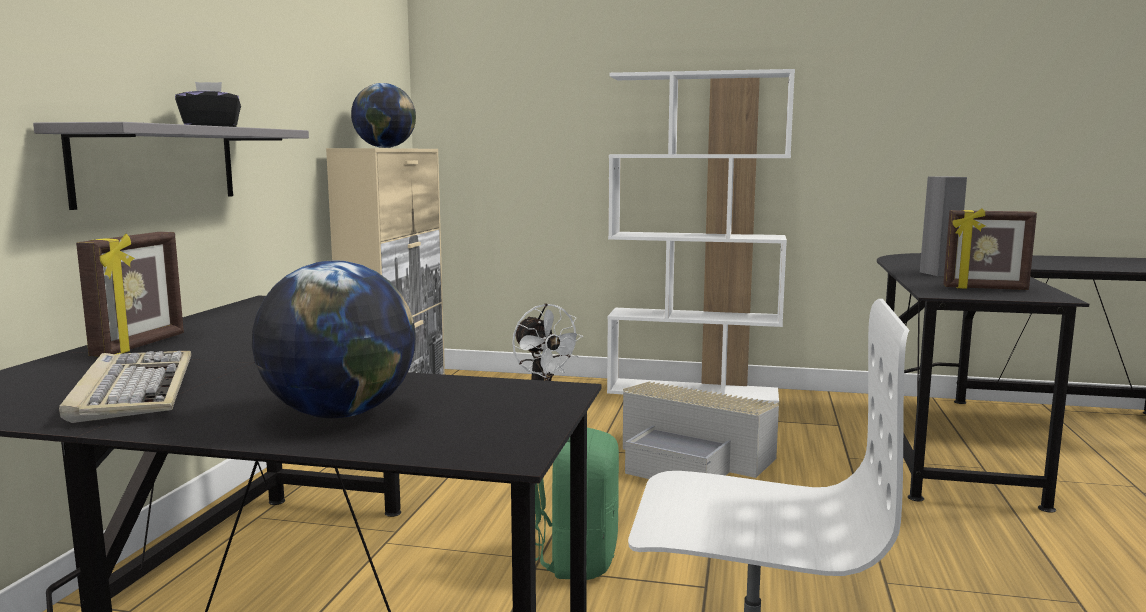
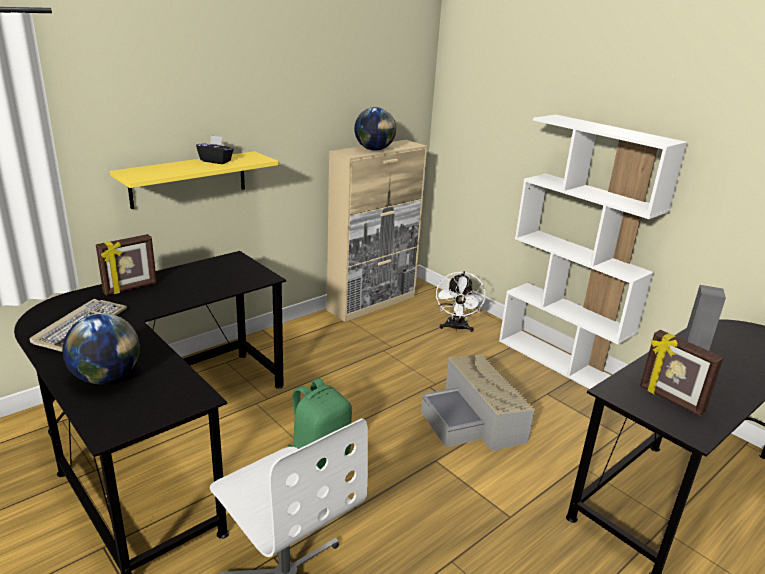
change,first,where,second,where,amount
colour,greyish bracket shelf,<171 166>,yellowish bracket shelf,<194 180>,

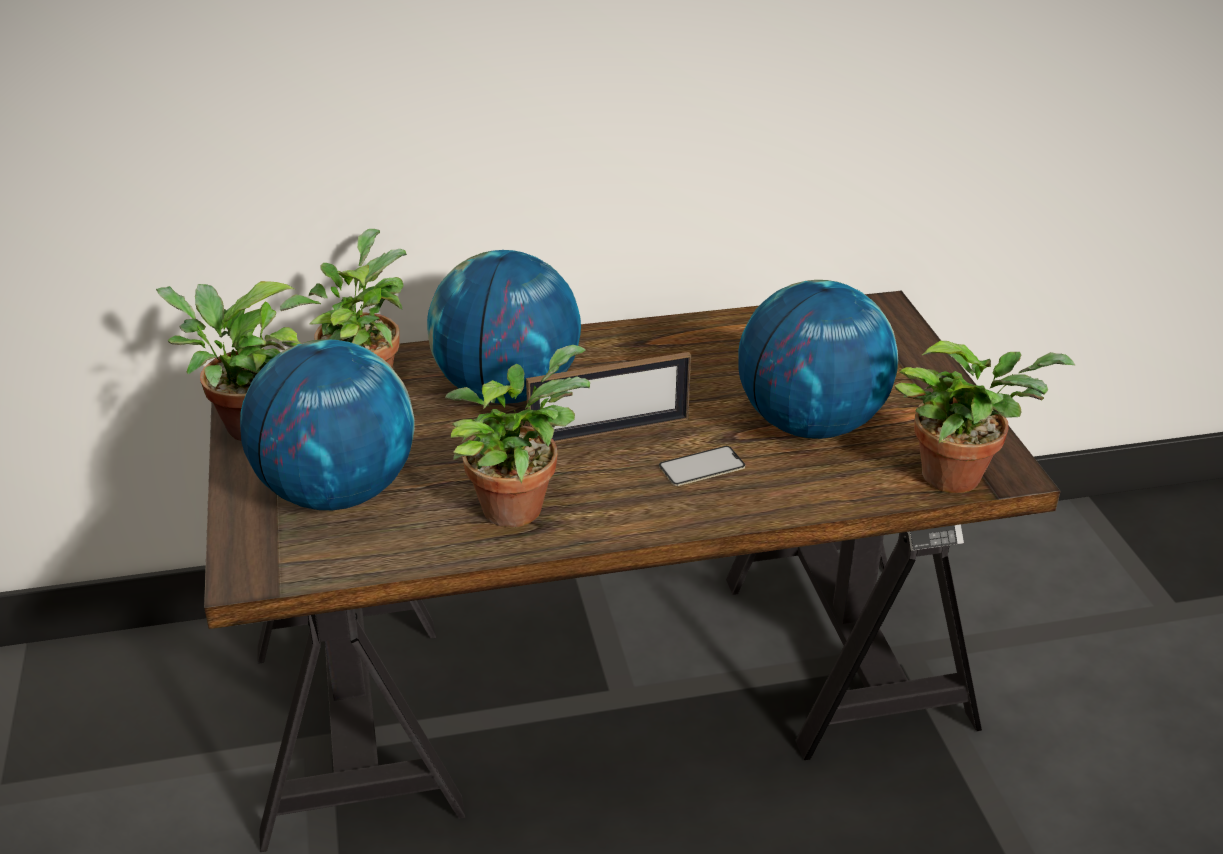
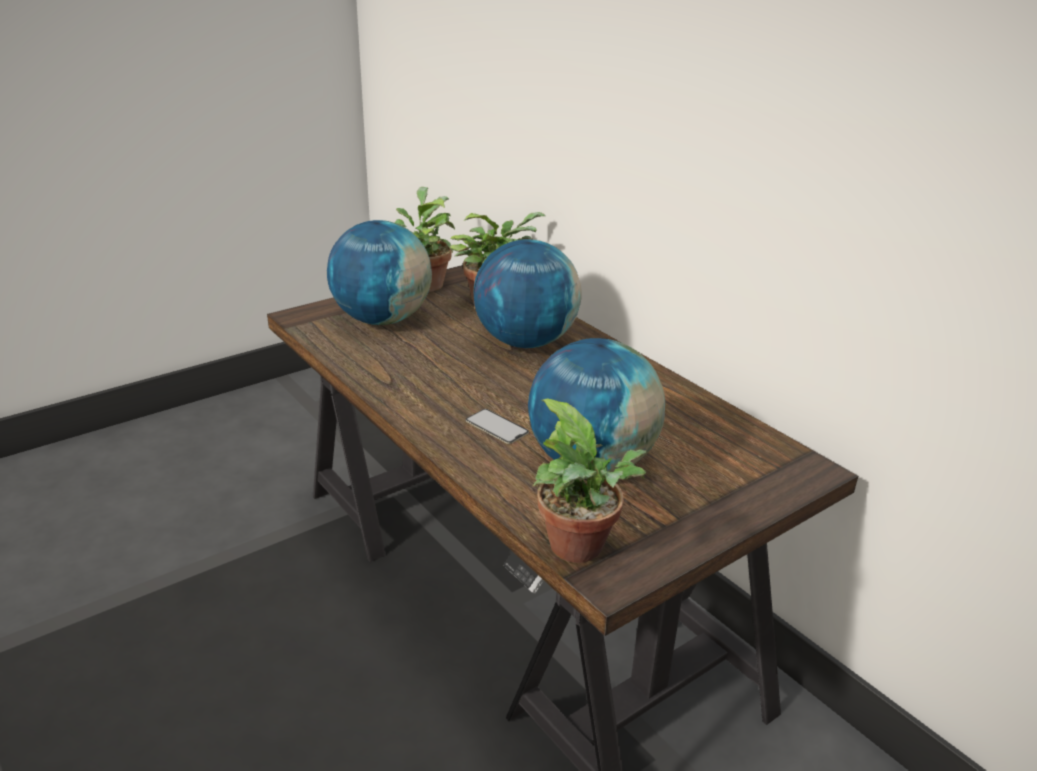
change,first,where,second,where,amount
missing,potted plant,<517 436>,,,
missing,standing frame,<608 397>,,,

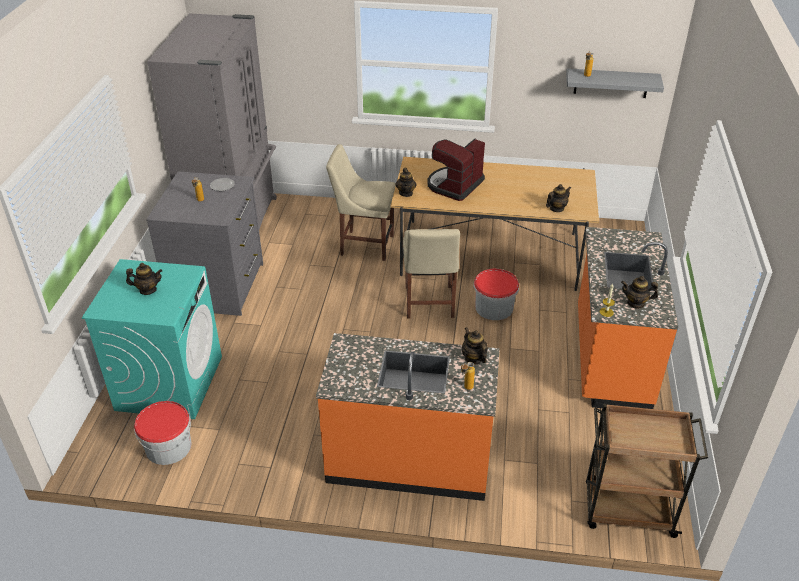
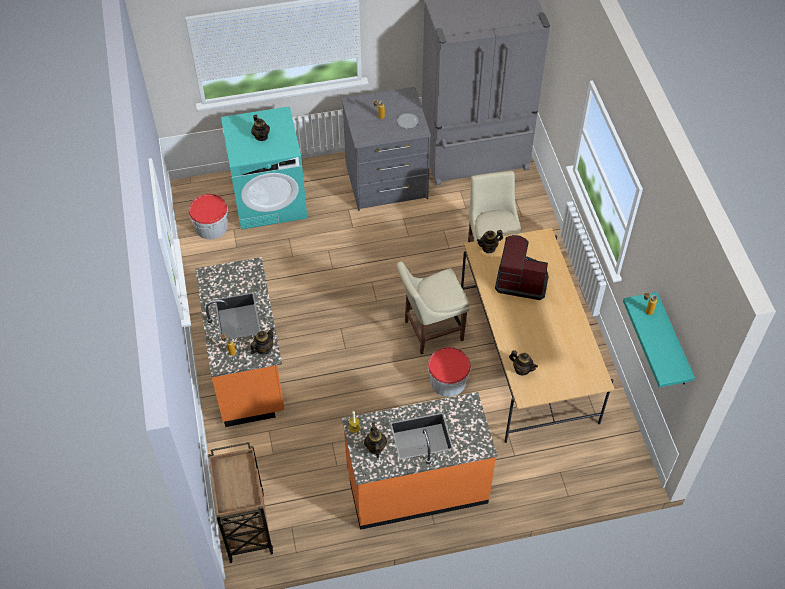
change,first,where,second,where,amount
colour,greyish bracket shelf,<615 83>,turquoise-coloured bracket shelf,<659 339>,

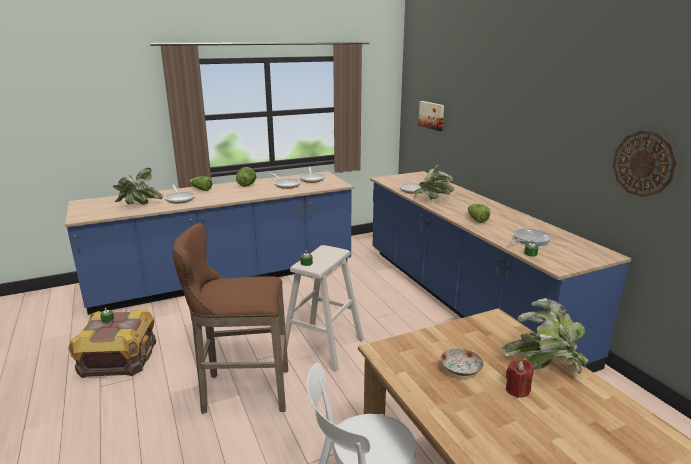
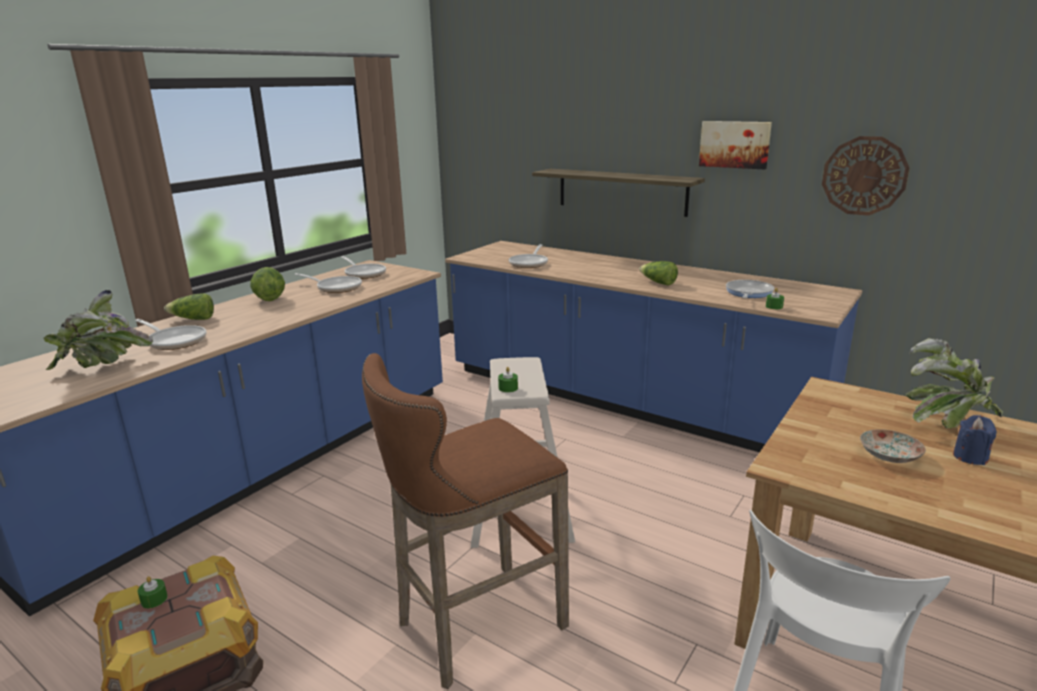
change,first,where,second,where,amount
missing,potted plant,<434 181>,,,
relocated,wall art,<431 116>,,<735 145>,
colour,red candle,<519 379>,blue candle,<975 440>,
appeared,,,bracket shelf,<618 193>,

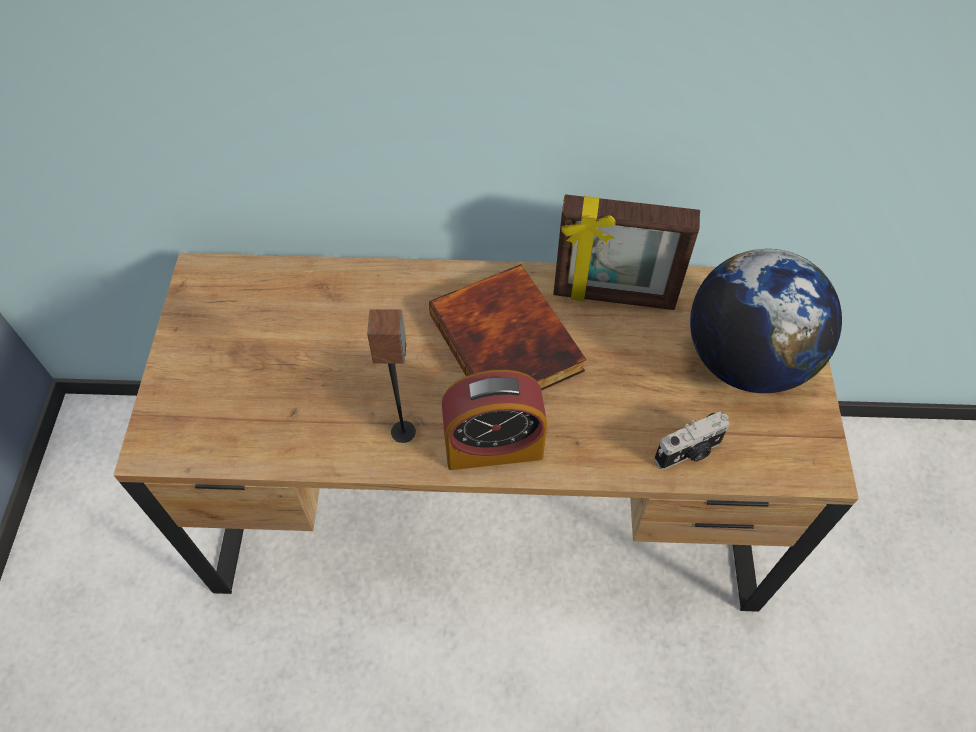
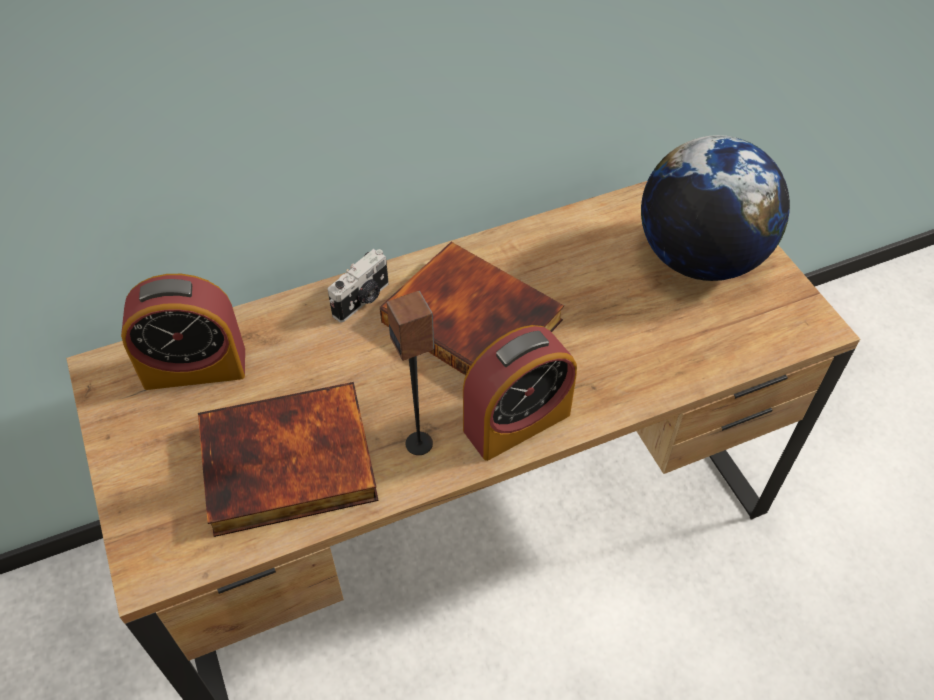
change,first,where,second,where,amount
missing,standing frame,<626 252>,,,
relocated,still camera,<692 441>,,<358 285>,
appeared,,,alarm clock,<183 332>,
appeared,,,volume,<288 459>,

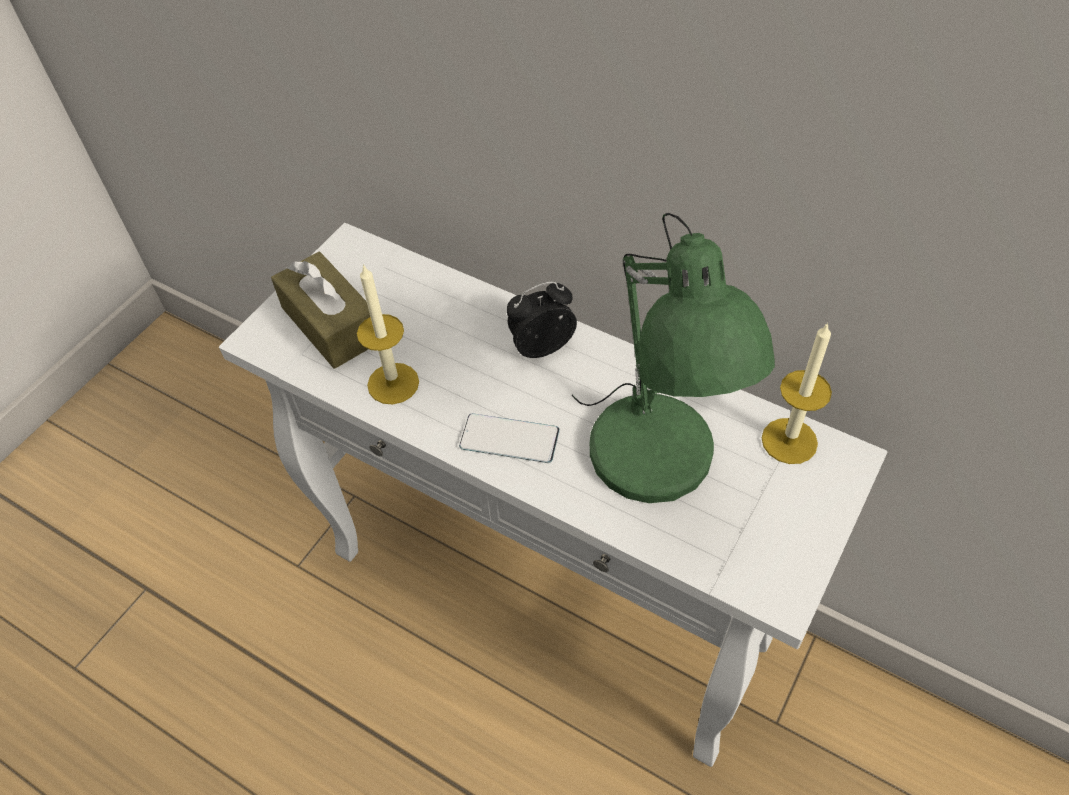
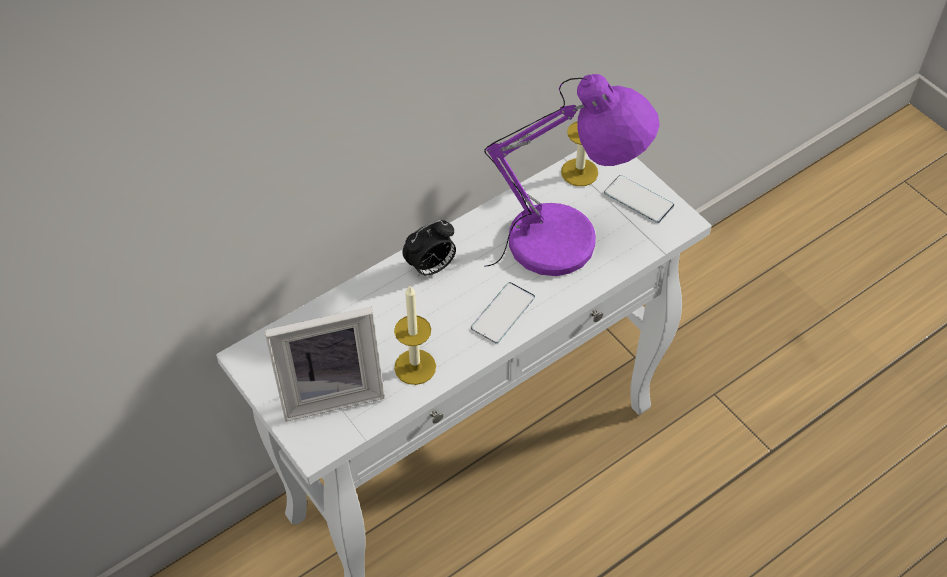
change,first,where,second,where,amount
exchanged,brown-coloured tissue box,<320 310>,standing frame,<324 364>,
spun,alarm clock,<542 319>,,<429 248>,120 degrees counterclockwise
colour,green tabletop lamp,<673 358>,purple-coloured tabletop lamp,<572 175>,
appeared,,,phone,<639 199>,

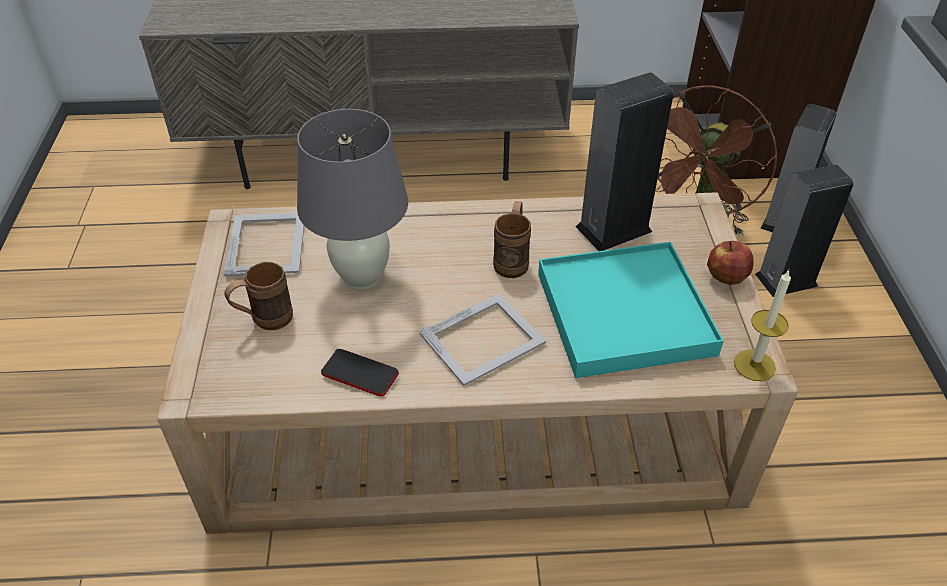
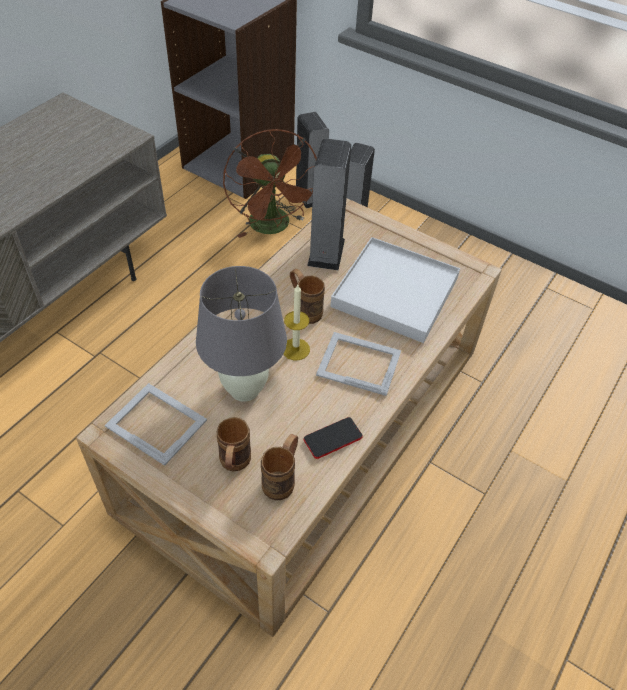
change,first,where,second,where,amount
spun,standing frame,<482 339>,,<358 364>,75 degrees counterclockwise
colour,turquoise-coloured tray,<631 310>,whitish tray,<395 290>,
missing,apple fruit,<730 263>,,,
relocated,candle,<762 325>,,<297 322>,
appeared,,,brown-coloured coffee mug,<279 467>,

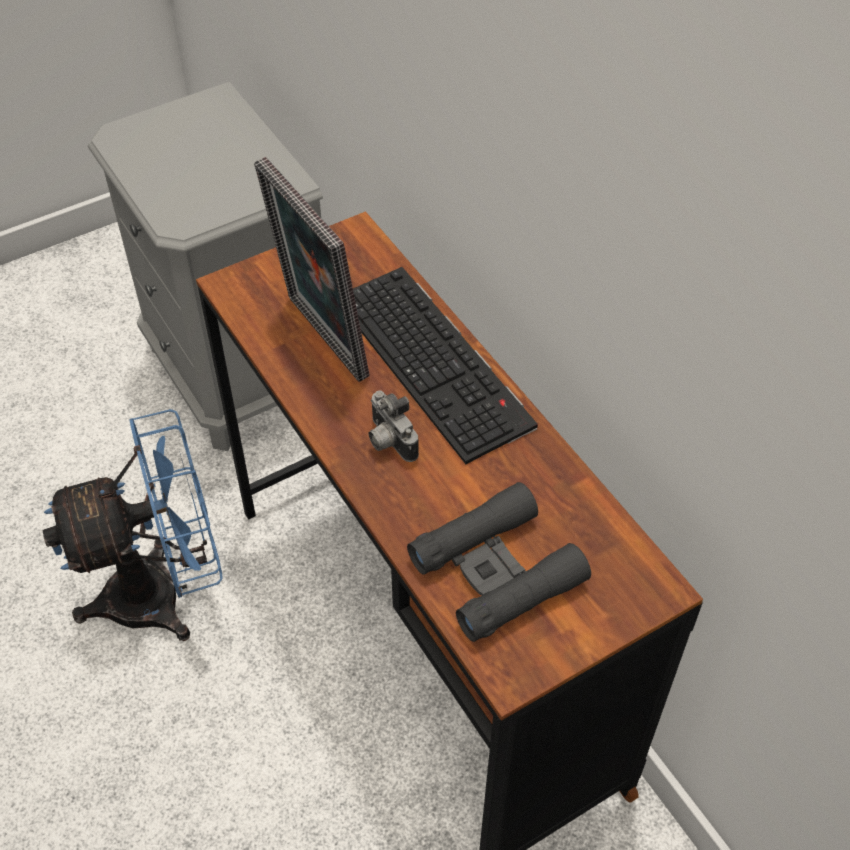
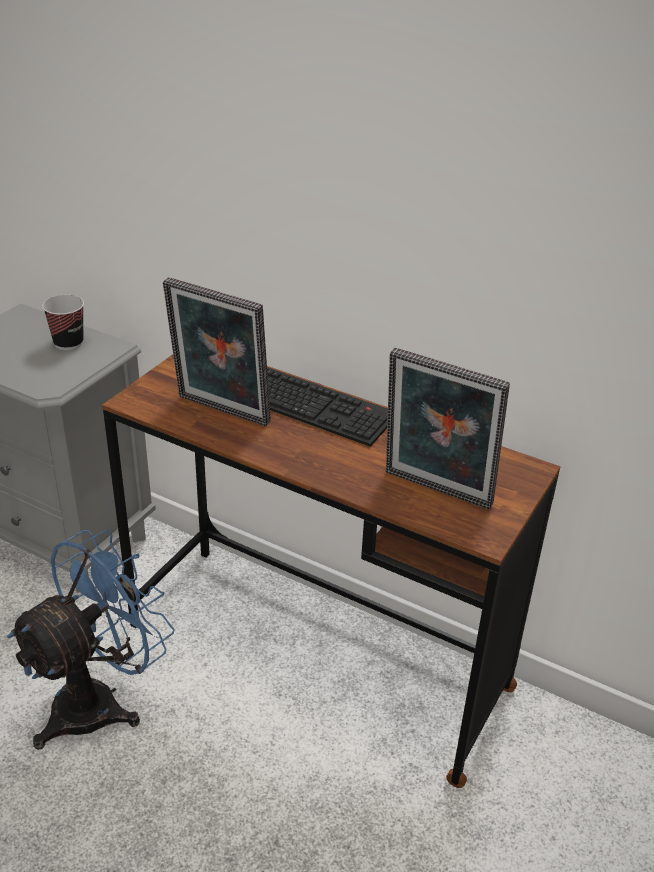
change,first,where,second,where,amount
missing,still camera,<394 426>,,,
exchanged,black pair of binoculars,<499 562>,standing frame,<448 428>,
appeared,,,drinking cup,<63 322>,

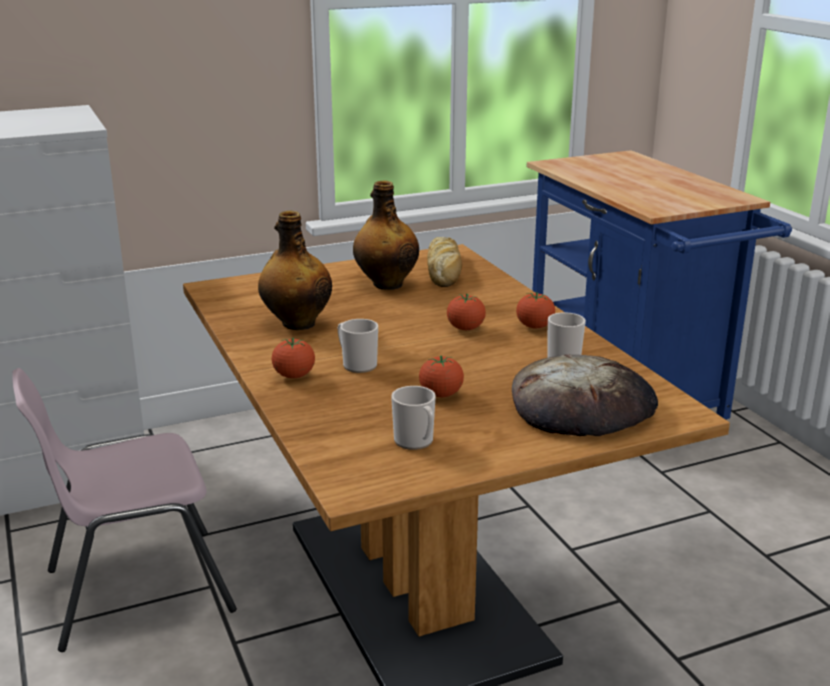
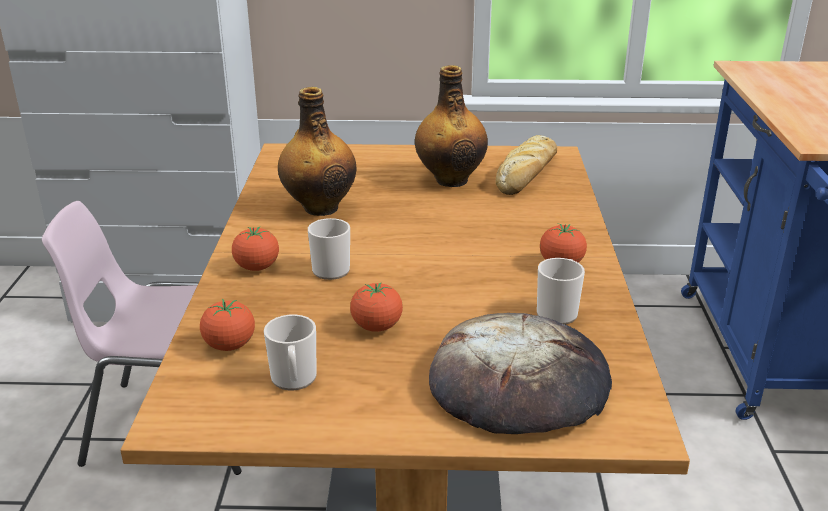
change,first,where,second,where,amount
relocated,whole tomato,<466 312>,,<227 325>,

